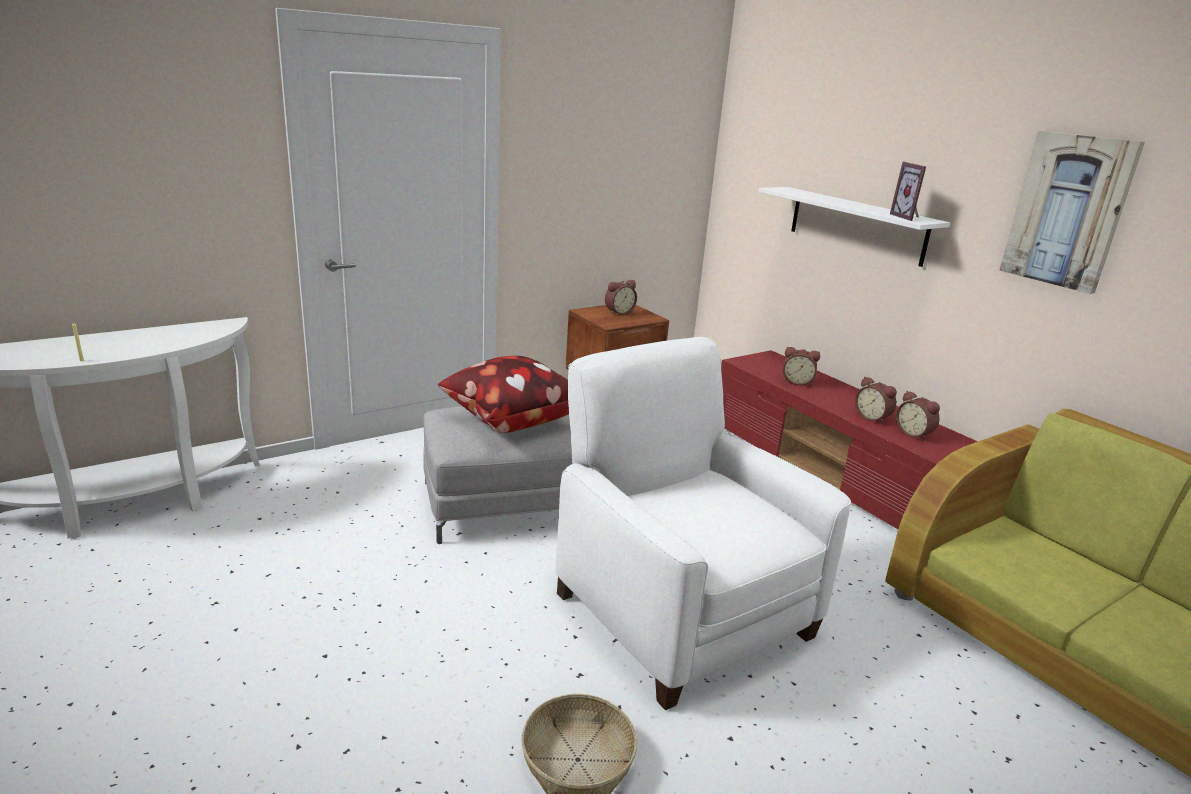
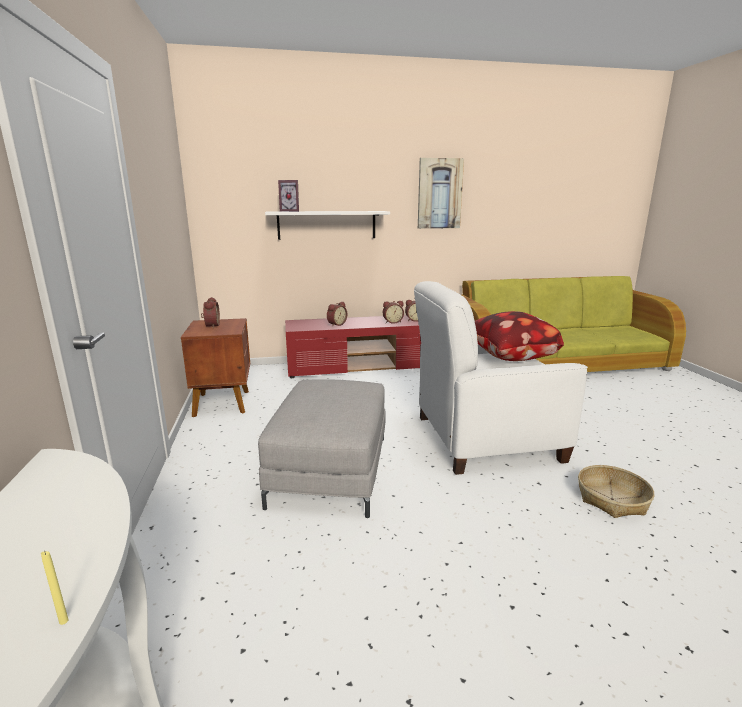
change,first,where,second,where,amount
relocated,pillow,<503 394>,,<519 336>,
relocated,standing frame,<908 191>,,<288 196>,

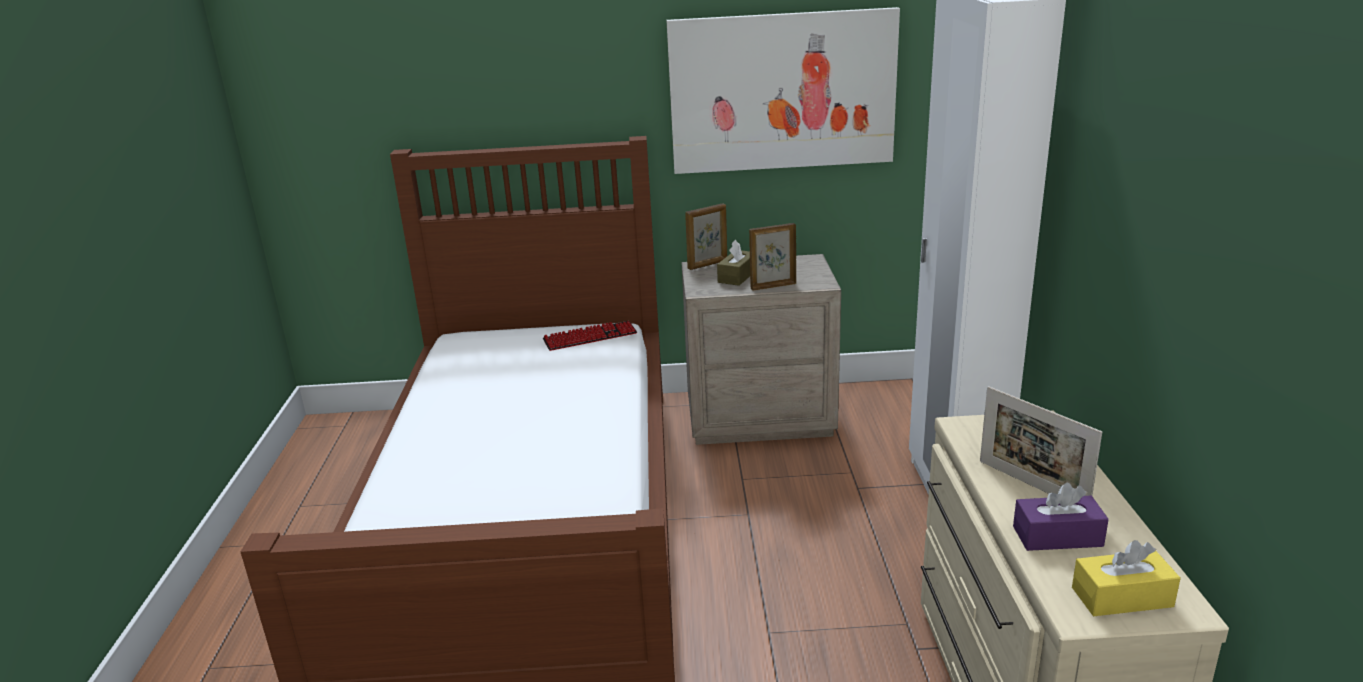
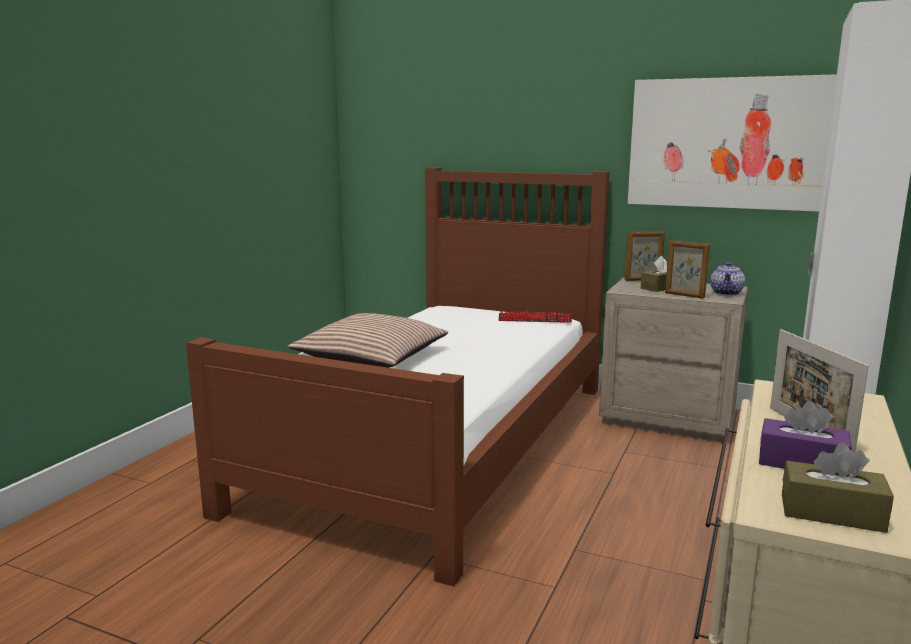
change,first,where,second,where,amount
spun,standing frame,<772 257>,,<687 269>,150 degrees counterclockwise
colour,yellowish tissue box,<1126 578>,brown-coloured tissue box,<838 488>,
appeared,,,pillow,<368 340>,
appeared,,,tea pot,<727 278>,

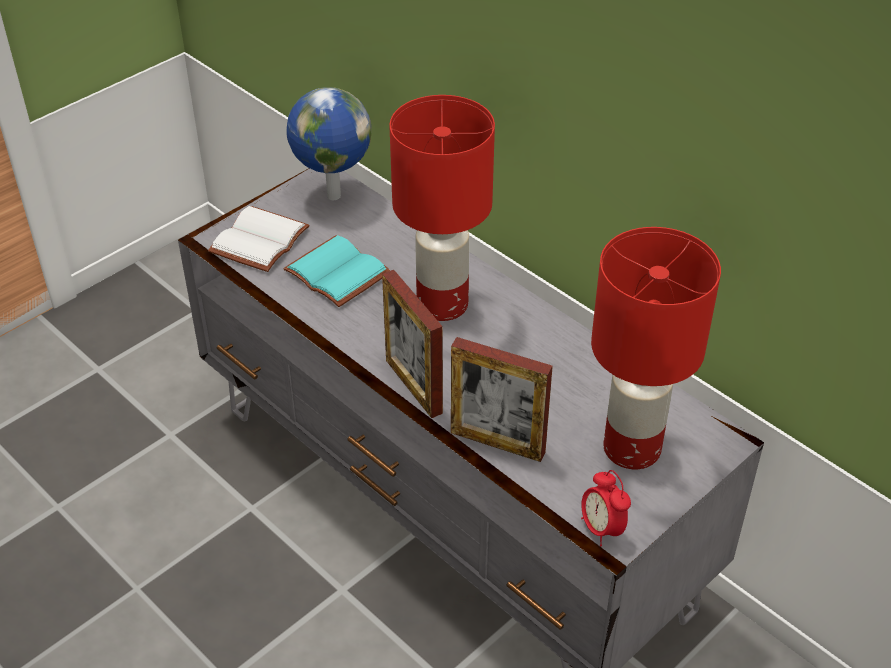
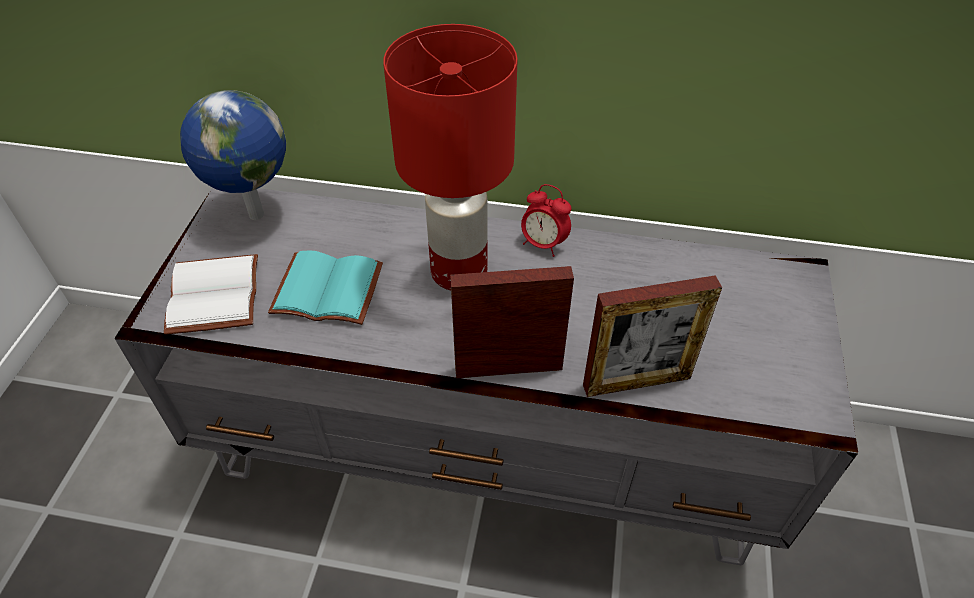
change,first,where,second,where,amount
spun,standing frame,<412 344>,,<512 322>,150 degrees clockwise
relocated,alarm clock,<606 508>,,<546 220>,
missing,red tabletop lamp,<656 348>,,,

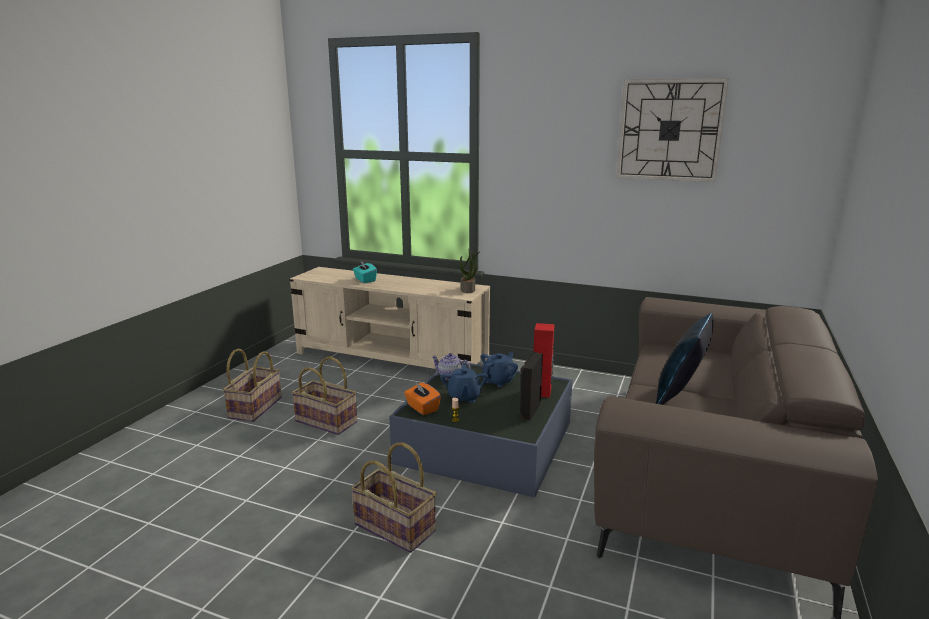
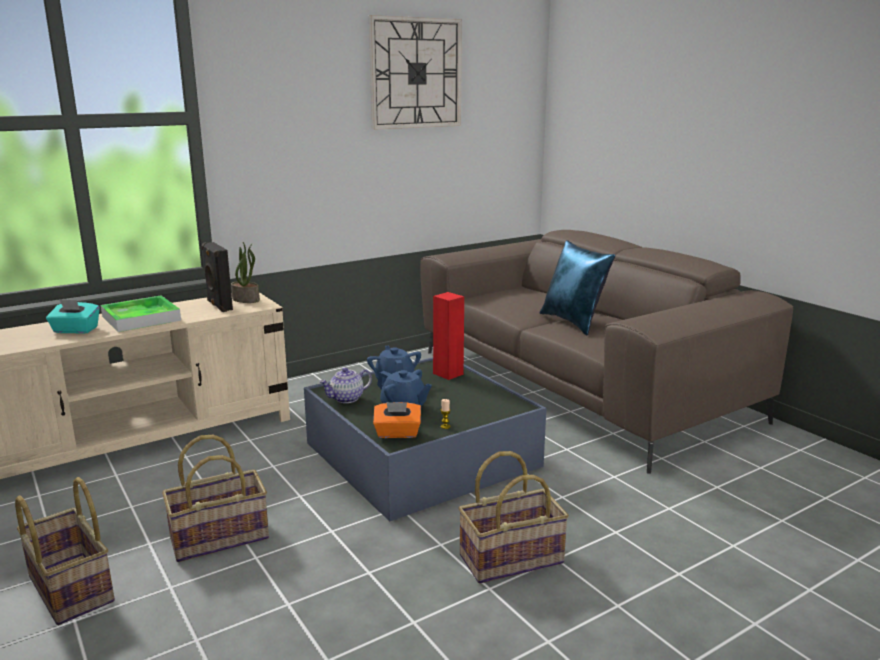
change,first,where,second,where,amount
relocated,black audio speaker,<531 386>,,<217 277>,
appeared,,,tray,<141 313>,

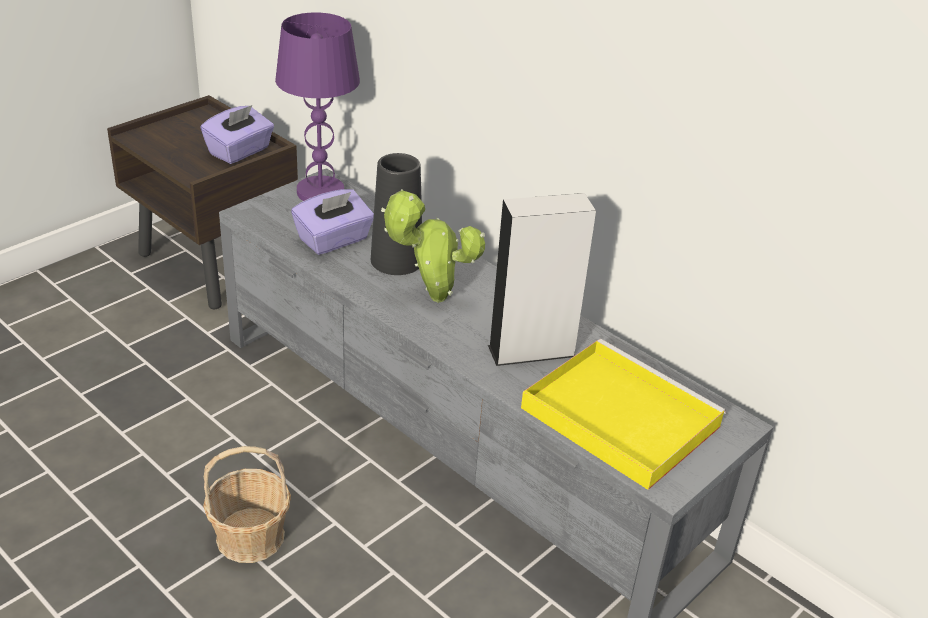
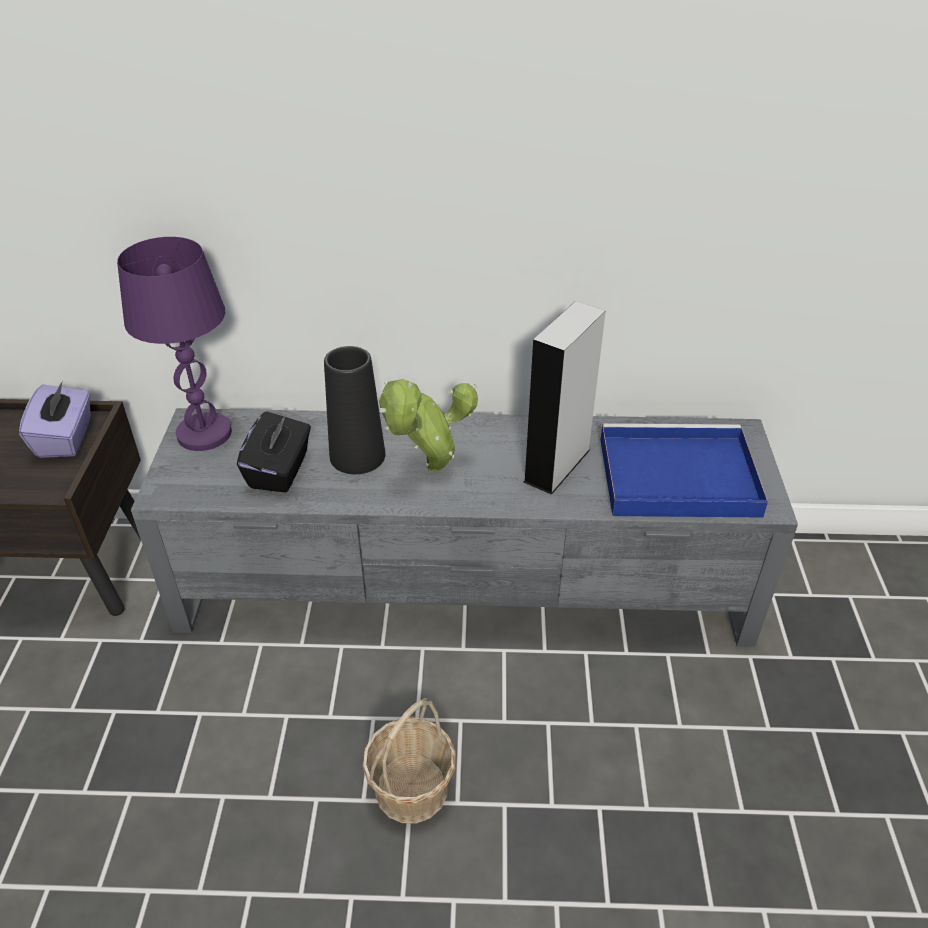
change,first,where,second,where,amount
colour,purple-coloured tissue box,<332 222>,black tissue box,<274 452>,
colour,yellowish tray,<623 414>,blue tray,<684 470>,

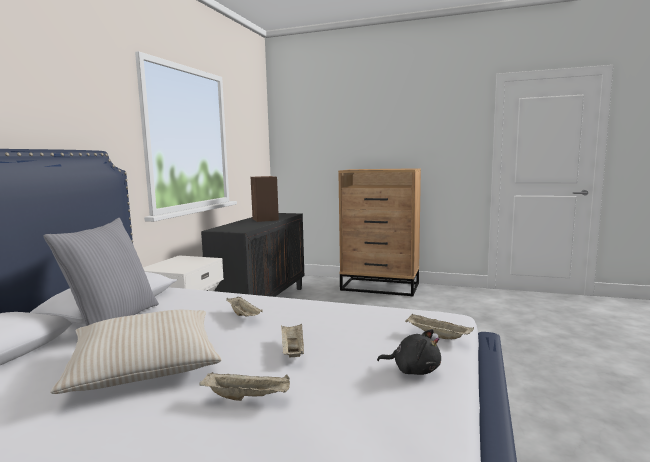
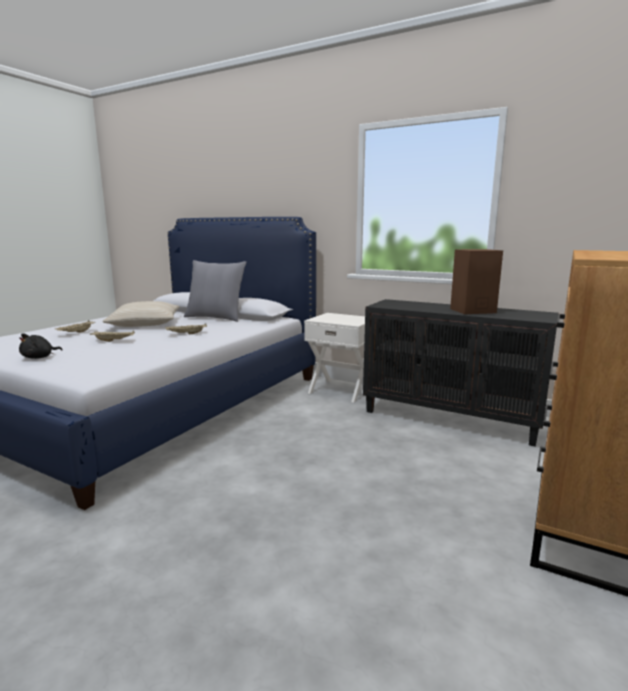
change,first,where,second,where,amount
missing,beige-coloured tray,<439 326>,,,

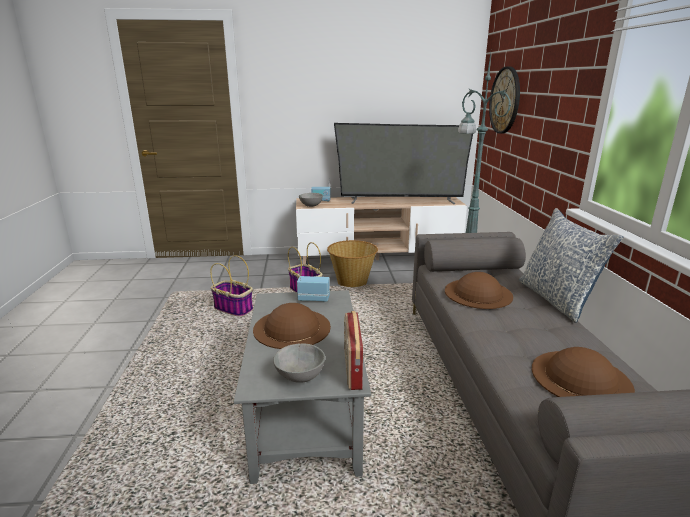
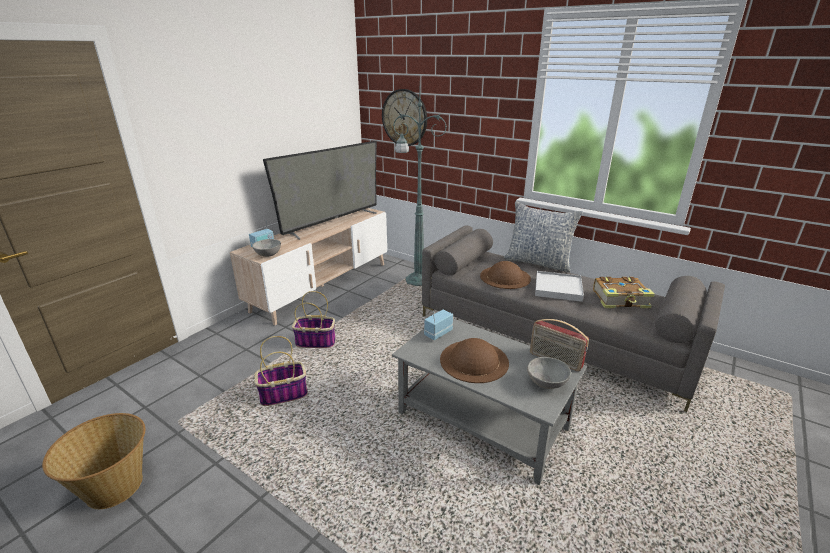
change,first,where,second,where,amount
relocated,storage basket,<352 263>,,<93 461>,
exchanged,brown-coloured hat,<583 372>,volume,<624 292>,
appeared,,,whitish tray,<559 286>,

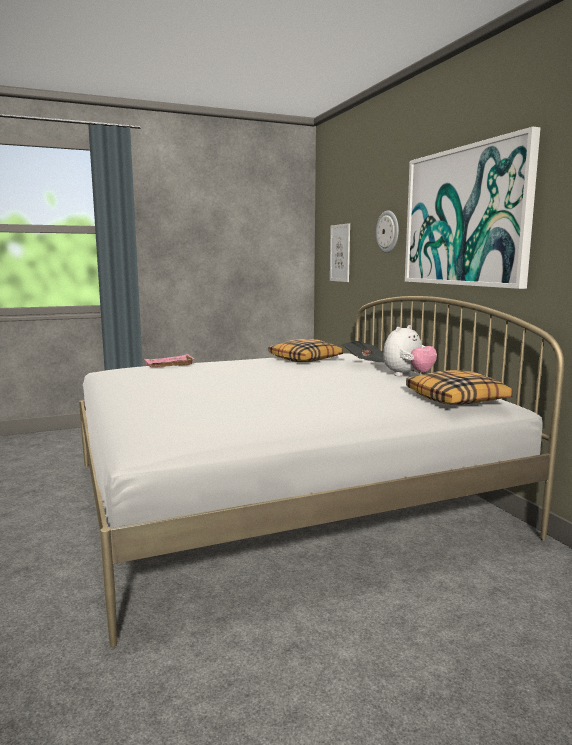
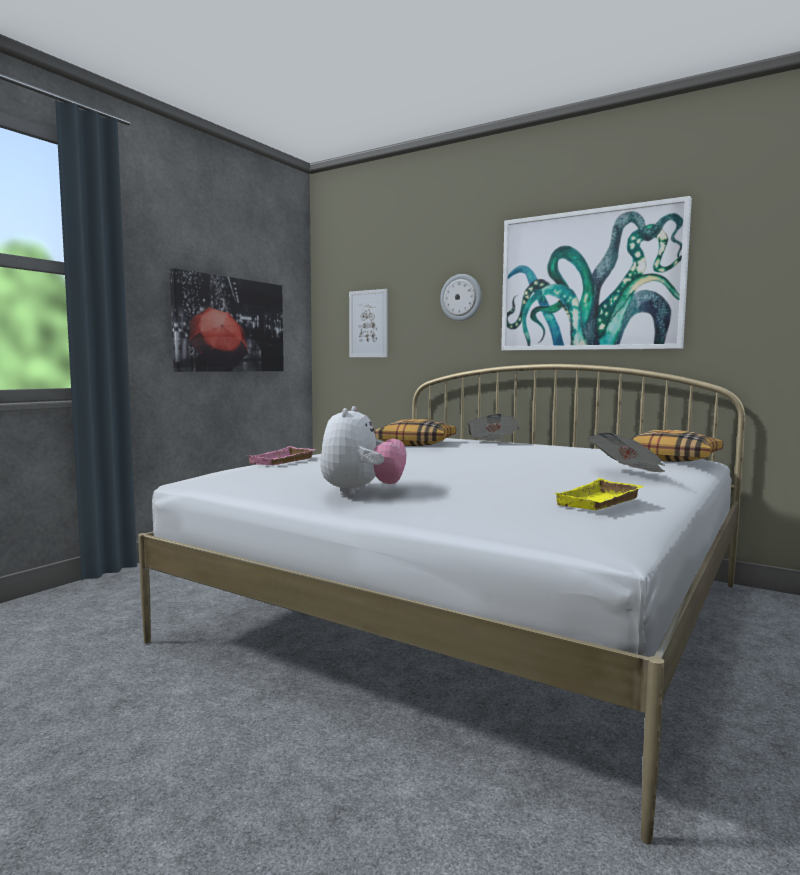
change,first,where,second,where,amount
relocated,soft toy,<410 350>,,<363 450>,
appeared,,,wall art,<227 320>,
appeared,,,yellowish tray,<600 494>,
appeared,,,newspaper,<626 452>,

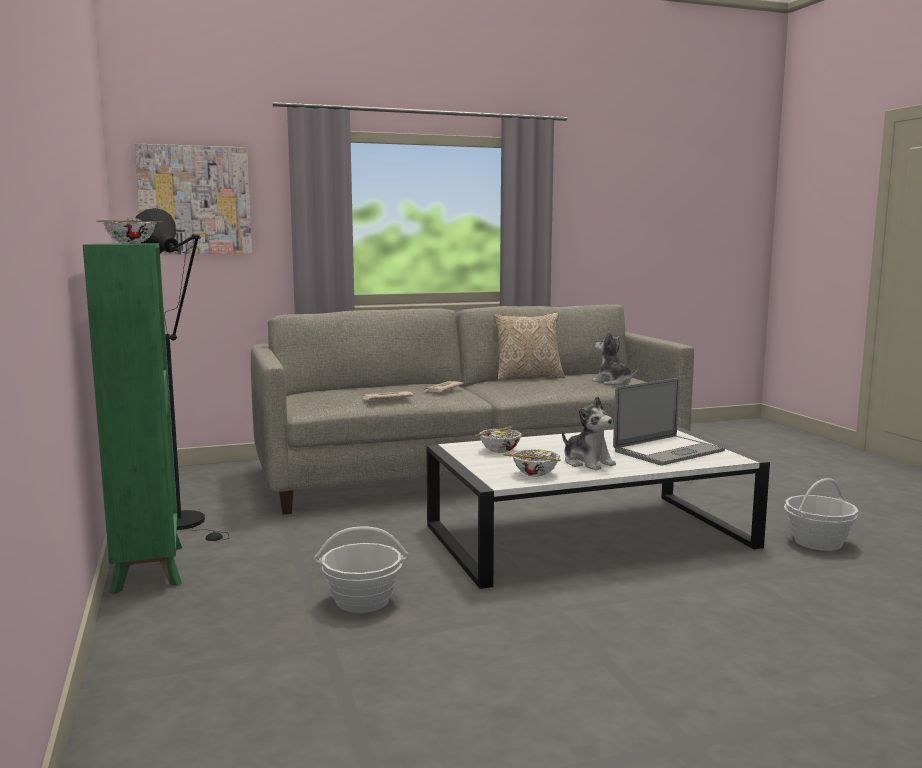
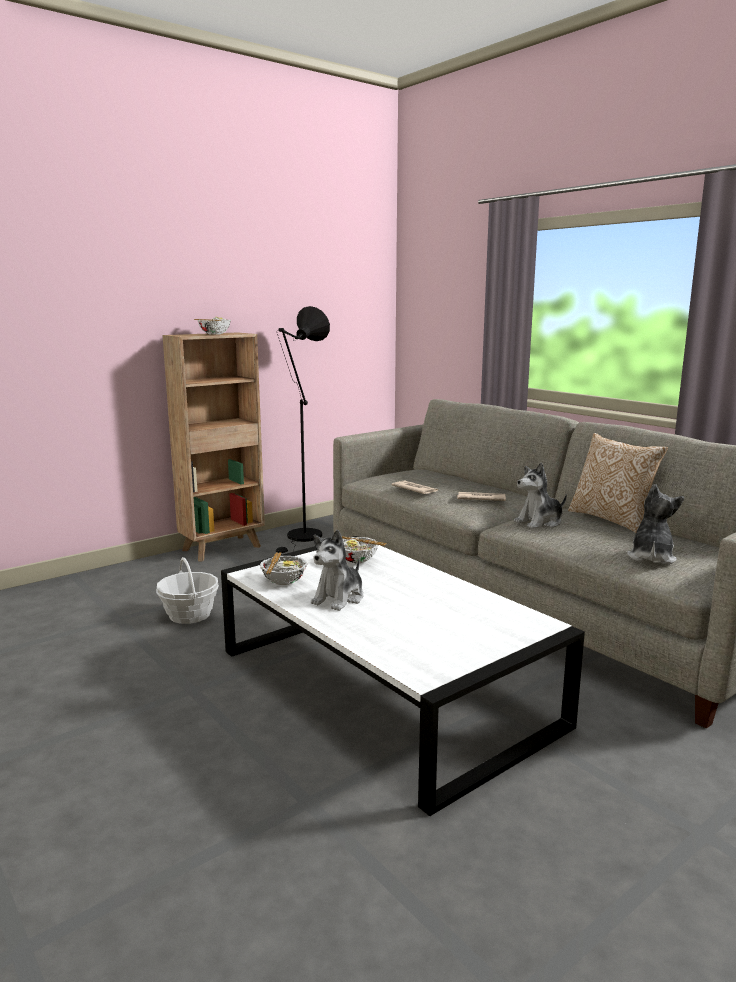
change,first,where,second,where,amount
colour,green bookshelf,<132 418>,brown-coloured bookshelf,<213 446>,
missing,wall art,<193 199>,,,
missing,notebook computer,<669 421>,,,
missing,storage basket,<821 514>,,,
appeared,,,soft toy,<540 495>,

